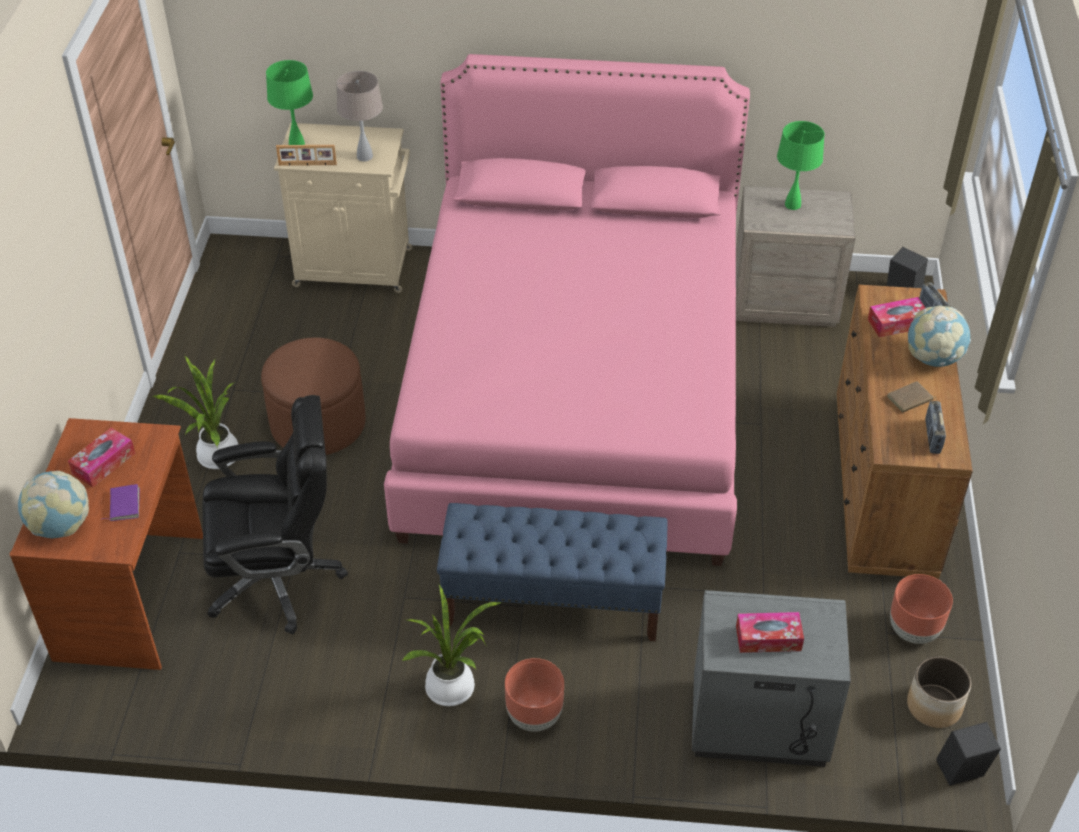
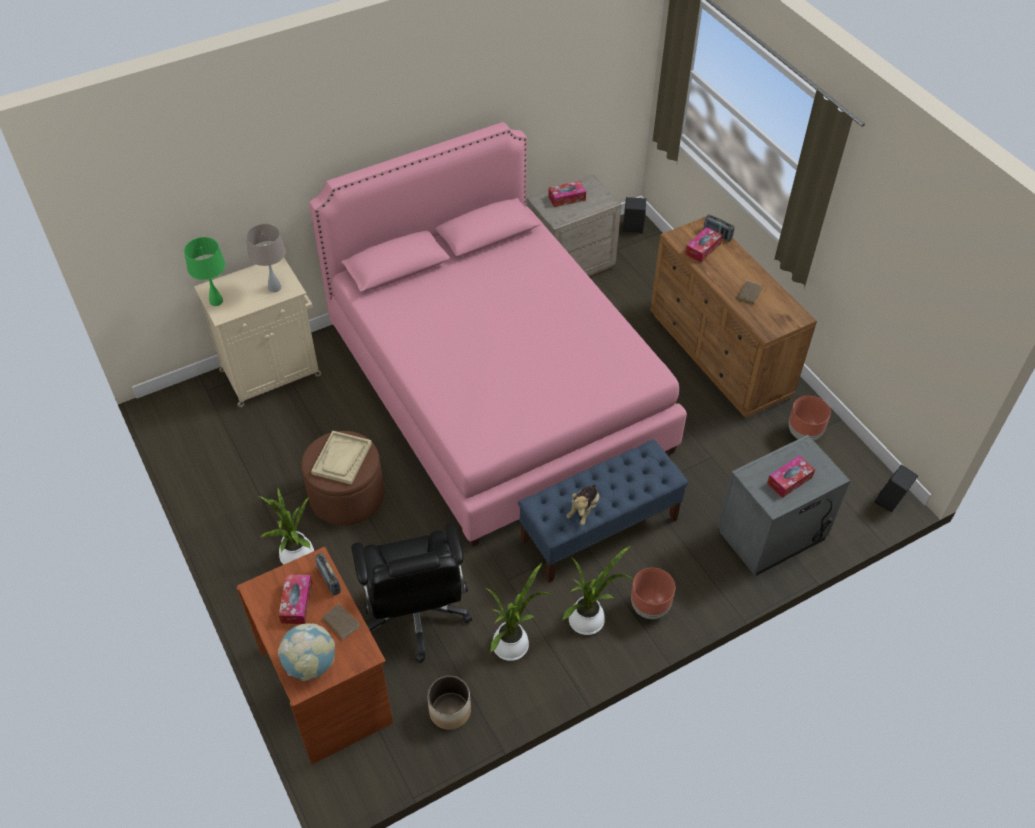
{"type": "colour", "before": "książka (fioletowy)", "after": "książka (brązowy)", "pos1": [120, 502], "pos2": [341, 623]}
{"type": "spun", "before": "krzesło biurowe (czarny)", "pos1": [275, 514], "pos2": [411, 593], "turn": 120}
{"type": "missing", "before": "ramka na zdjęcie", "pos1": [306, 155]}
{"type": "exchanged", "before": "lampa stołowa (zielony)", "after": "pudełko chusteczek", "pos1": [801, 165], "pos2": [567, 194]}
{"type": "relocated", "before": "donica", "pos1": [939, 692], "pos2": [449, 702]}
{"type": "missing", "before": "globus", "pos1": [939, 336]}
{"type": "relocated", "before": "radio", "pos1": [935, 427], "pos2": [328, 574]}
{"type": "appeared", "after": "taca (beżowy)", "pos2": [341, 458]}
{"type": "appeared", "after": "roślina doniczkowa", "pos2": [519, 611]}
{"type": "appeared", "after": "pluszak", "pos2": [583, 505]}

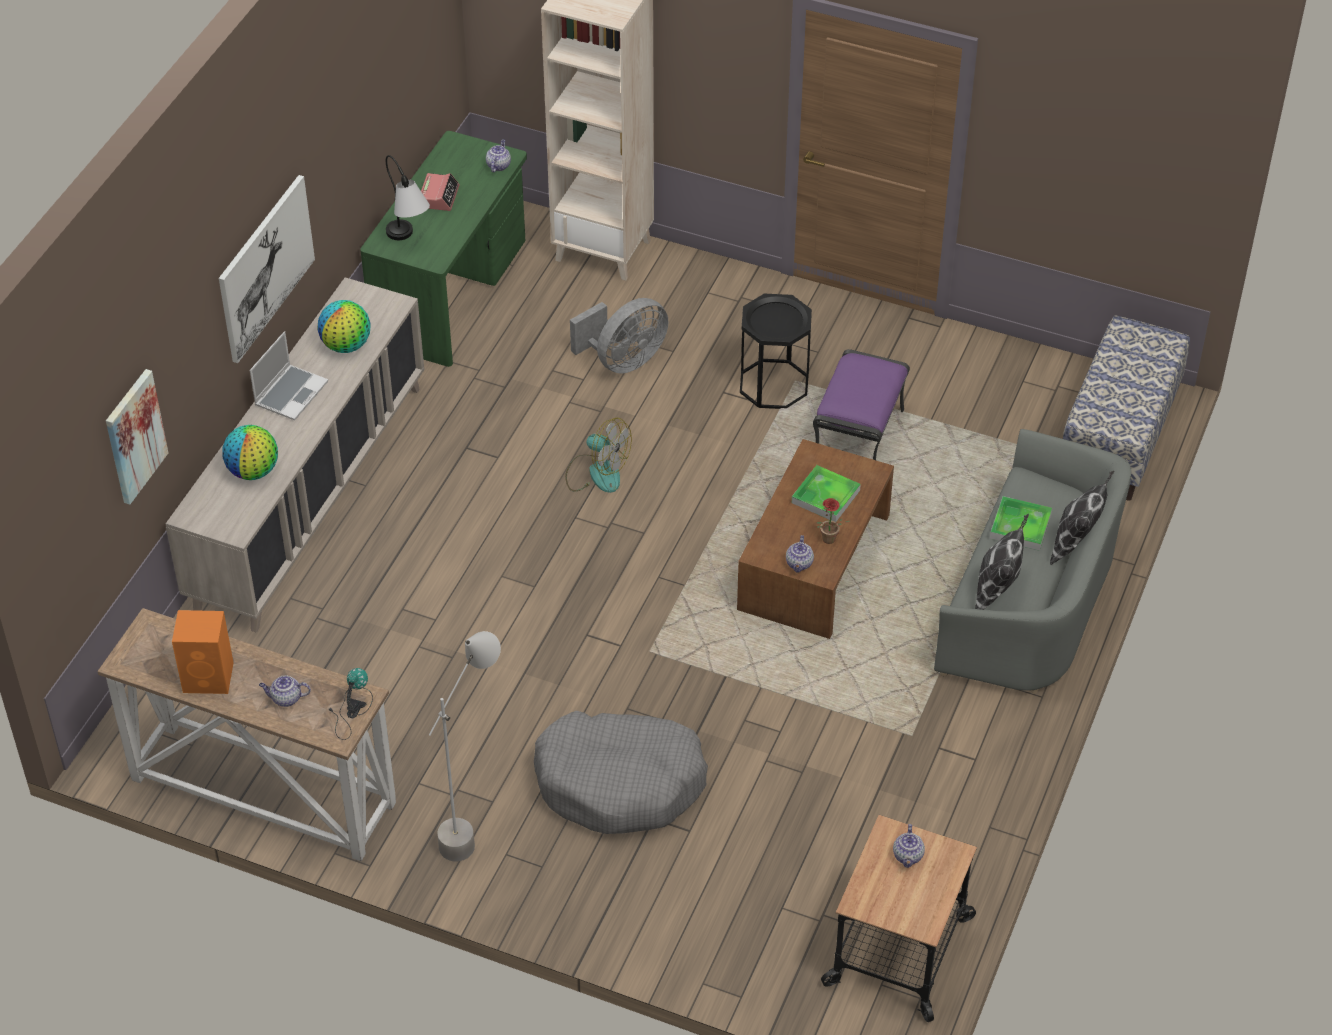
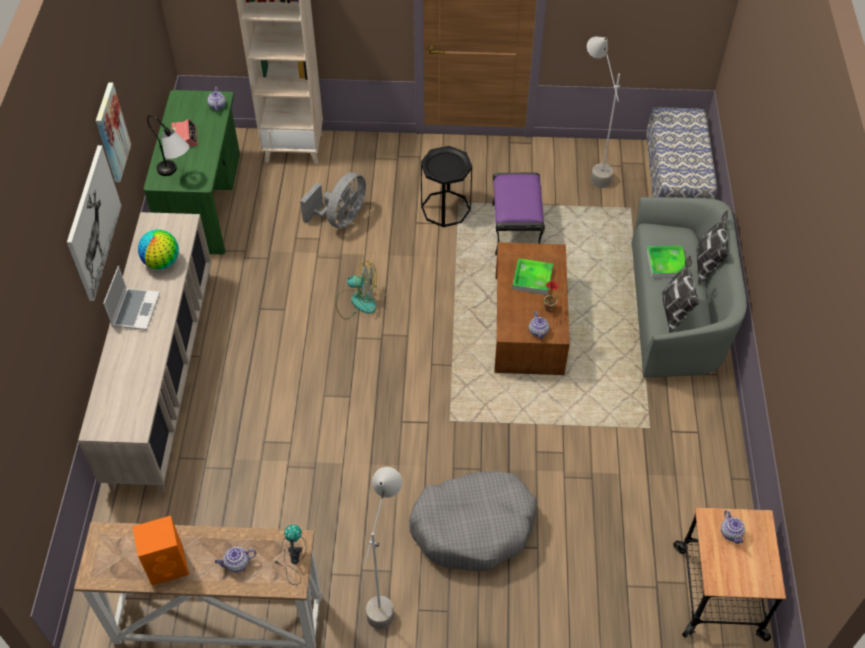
{"type": "relocated", "before": "obraz", "pos1": [137, 437], "pos2": [113, 132]}
{"type": "missing", "before": "globus", "pos1": [250, 452]}
{"type": "appeared", "after": "lampa stojąca (szary)", "pos2": [605, 112]}

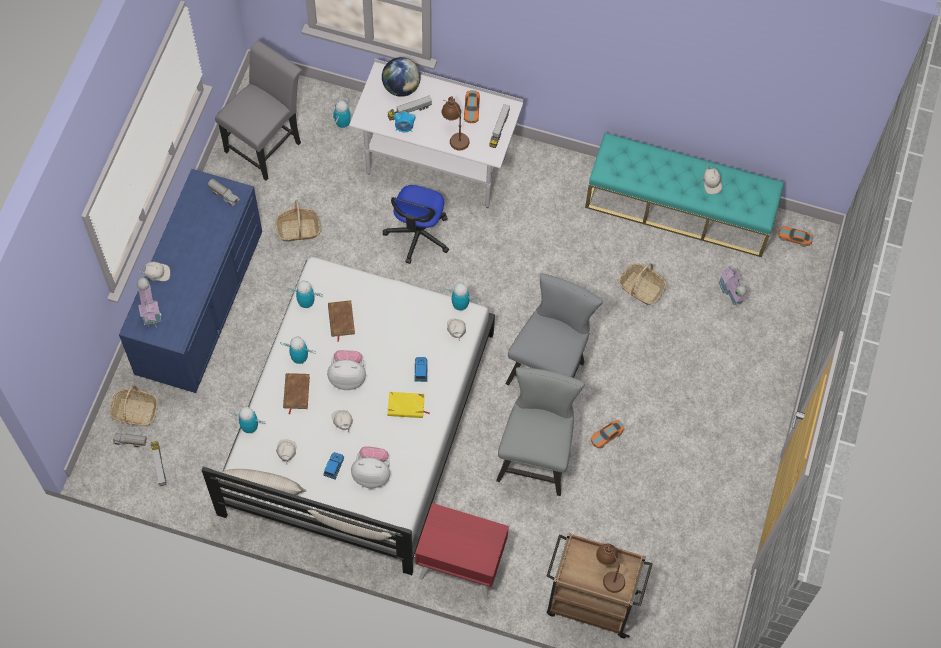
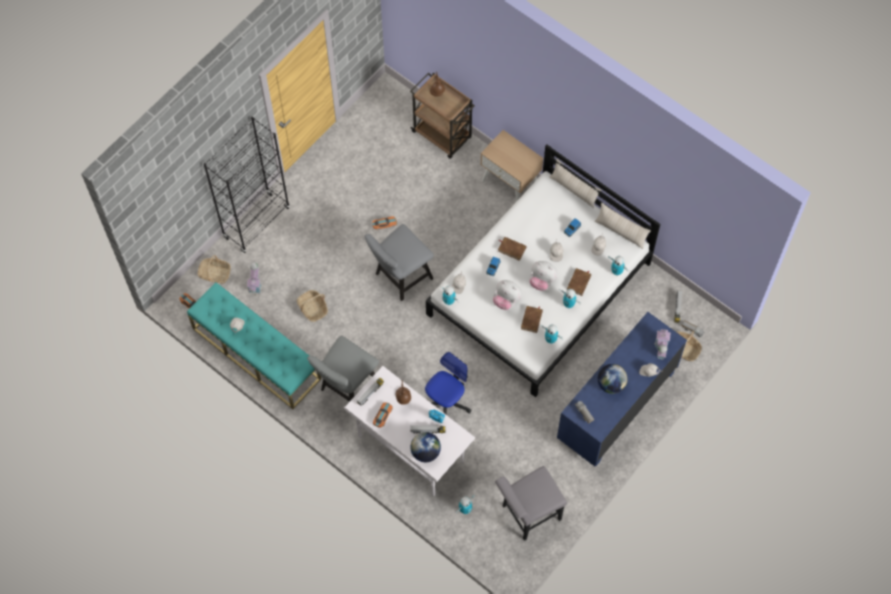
{"type": "relocated", "before": "koszyk", "pos1": [298, 221], "pos2": [214, 269]}
{"type": "relocated", "before": "pluszak", "pos1": [370, 467], "pos2": [507, 295]}
{"type": "colour", "before": "książka (żółty)", "after": "książka (brązowy)", "pos1": [408, 405], "pos2": [512, 249]}
{"type": "colour", "before": "szafka nocna (czerwony)", "after": "szafka nocna (beżowy)", "pos1": [462, 551], "pos2": [511, 166]}
{"type": "relocated", "before": "krzesło (szary)", "pos1": [540, 431], "pos2": [343, 368]}
{"type": "appeared", "after": "regał (czarny)", "pos2": [247, 185]}
{"type": "appeared", "after": "globus", "pos2": [613, 379]}

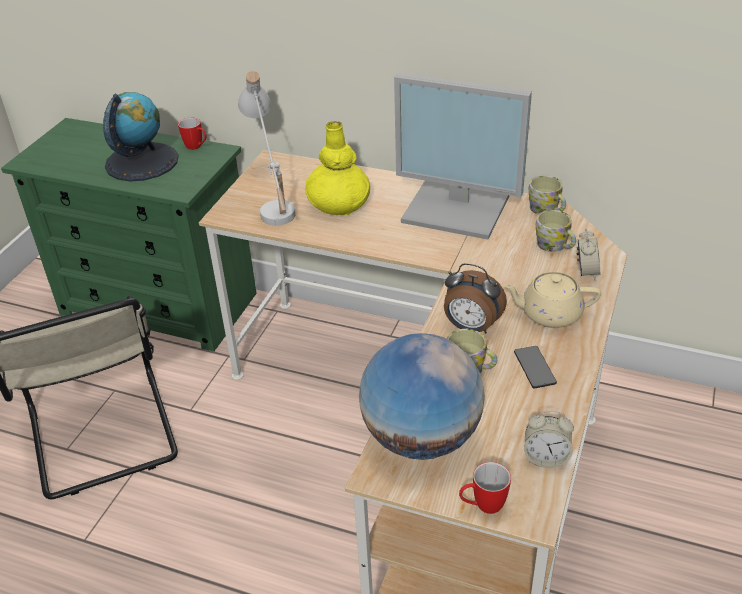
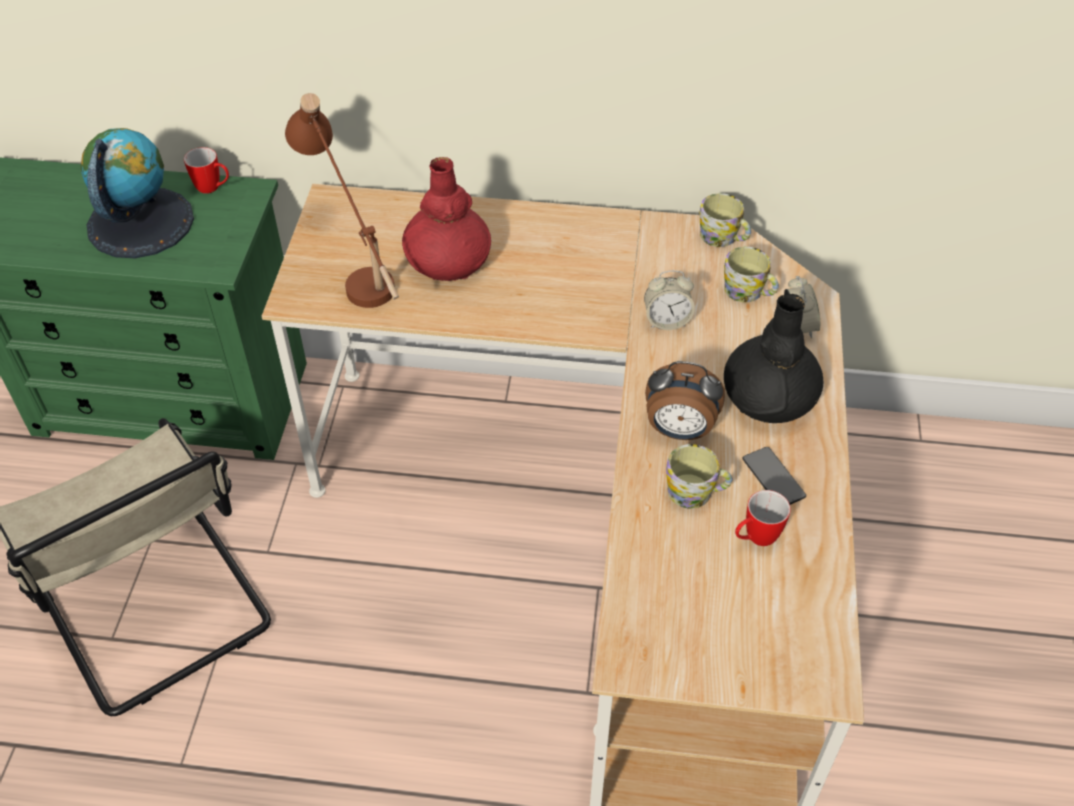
{"type": "colour", "before": "lampa stołowa (biały)", "after": "lampa stołowa (brązowy)", "pos1": [267, 148], "pos2": [342, 200]}
{"type": "colour", "before": "wazon (żółty)", "after": "wazon (czerwony)", "pos1": [337, 168], "pos2": [446, 219]}
{"type": "missing", "before": "globus", "pos1": [422, 396]}
{"type": "missing", "before": "monitor", "pos1": [463, 156]}
{"type": "relocated", "before": "kubek", "pos1": [485, 488], "pos2": [763, 518]}
{"type": "exchanged", "before": "imbryk (beżowy)", "after": "wazon (czarny)", "pos1": [551, 300], "pos2": [773, 358]}
{"type": "relocated", "before": "budzik", "pos1": [549, 439], "pos2": [669, 300]}

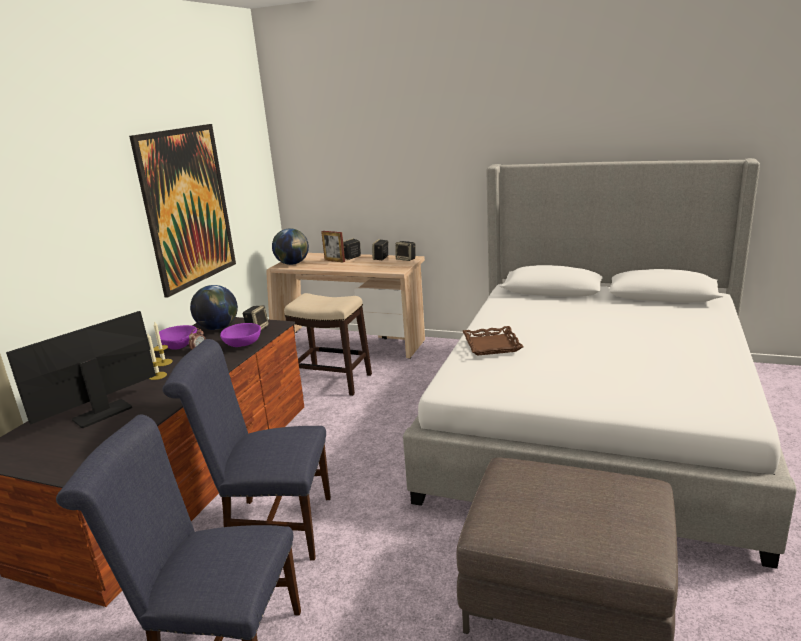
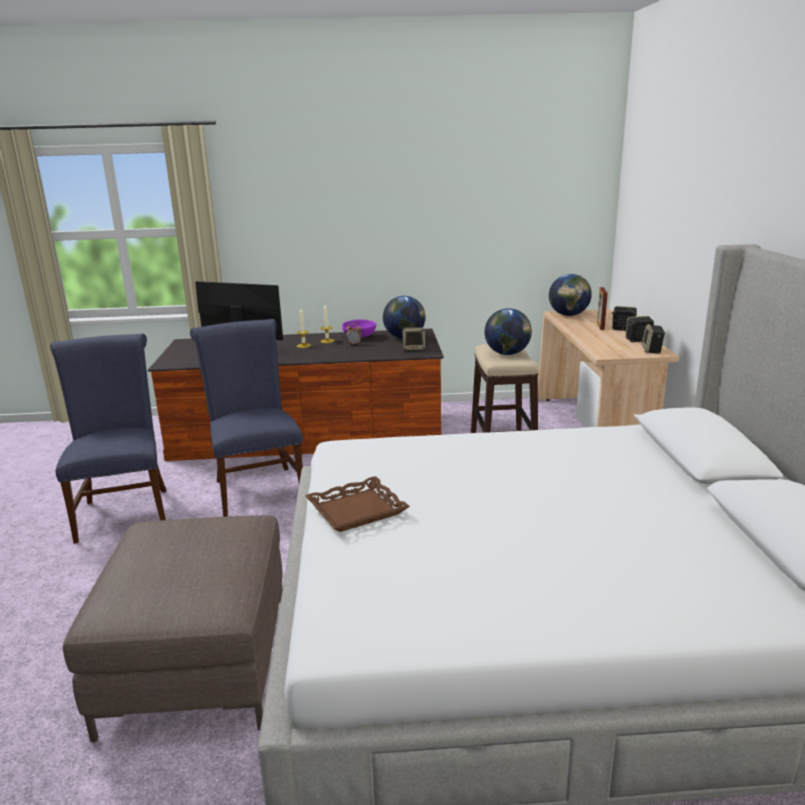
{"type": "missing", "before": "obraz", "pos1": [182, 211]}
{"type": "missing", "before": "miska (fioletowy)", "pos1": [240, 335]}
{"type": "relocated", "before": "taca (brązowy)", "pos1": [493, 341], "pos2": [357, 504]}
{"type": "appeared", "after": "globus", "pos2": [508, 331]}

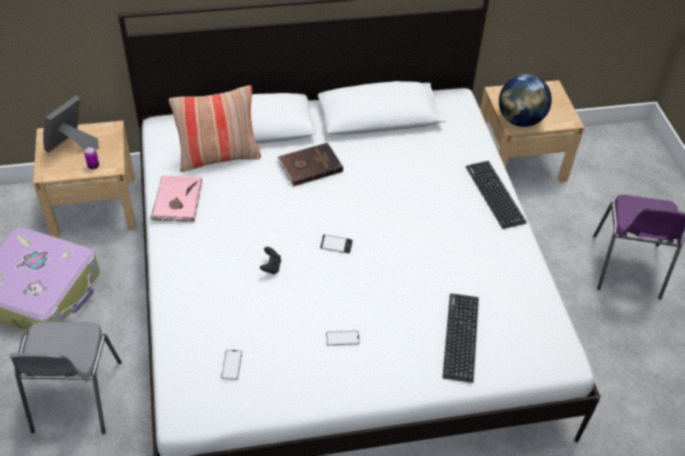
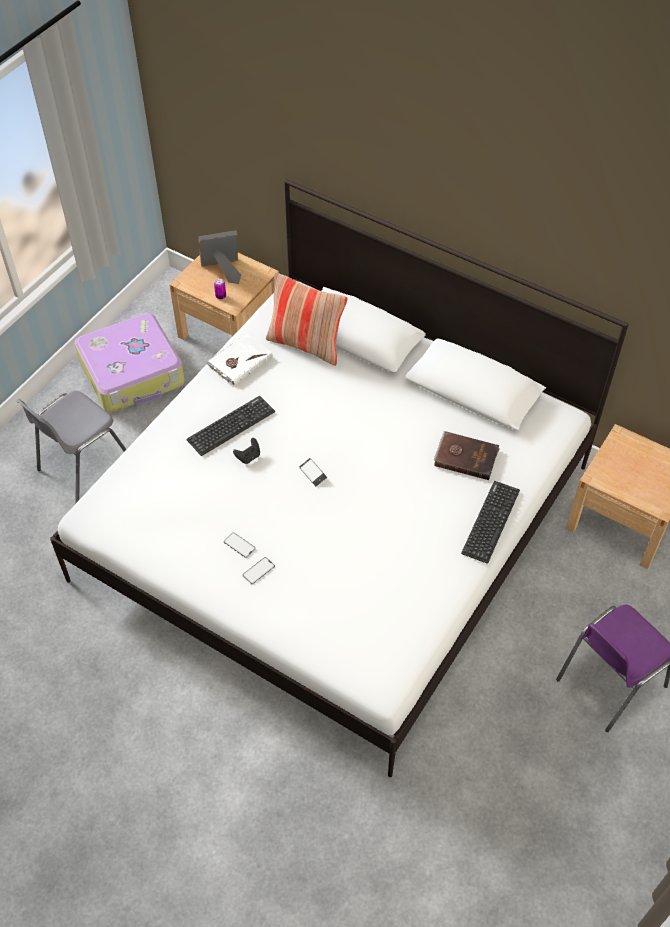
{"type": "colour", "before": "książka (różowy)", "after": "książka (biały)", "pos1": [176, 198], "pos2": [239, 359]}
{"type": "relocated", "before": "telefon", "pos1": [231, 364], "pos2": [259, 570]}
{"type": "relocated", "before": "książka (brązowy)", "pos1": [310, 164], "pos2": [467, 455]}
{"type": "relocated", "before": "klawiatura", "pos1": [460, 338], "pos2": [231, 426]}
{"type": "missing", "before": "globus", "pos1": [525, 100]}

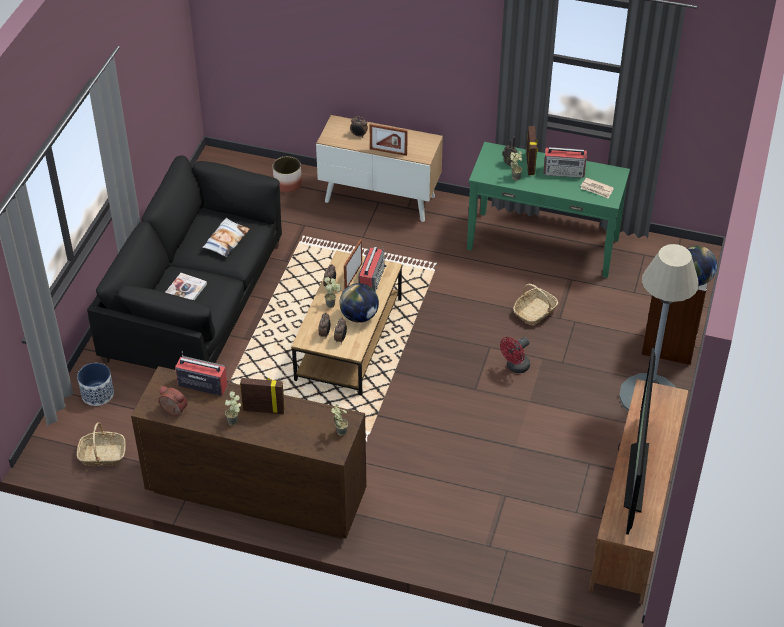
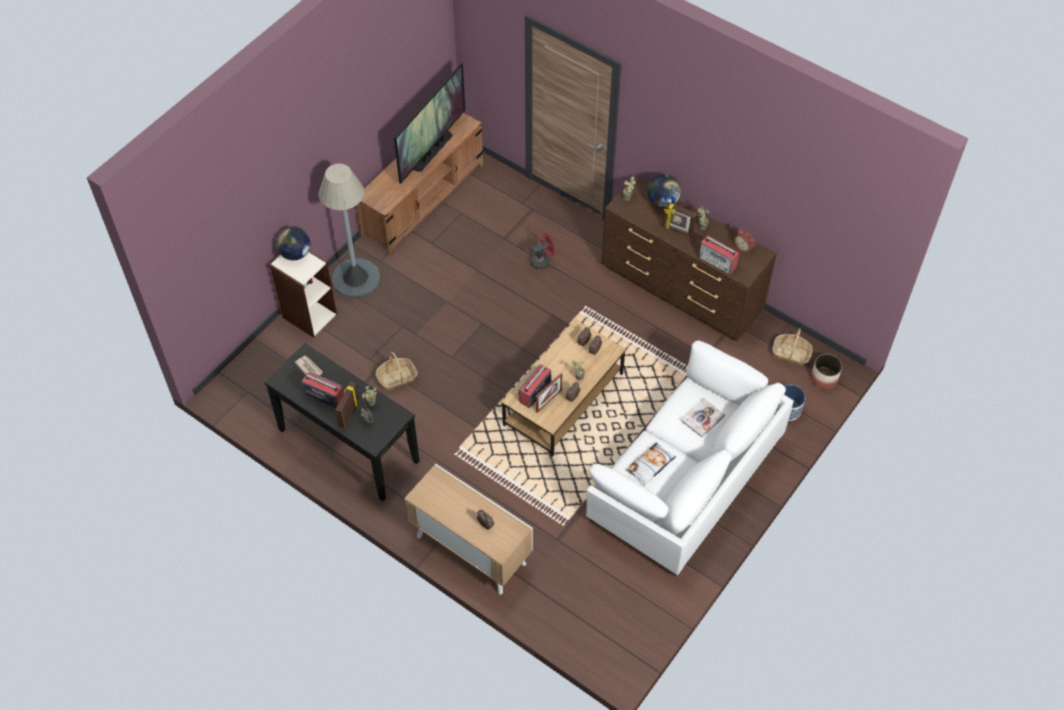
{"type": "colour", "before": "kanapa (czarny)", "after": "kanapa (biały)", "pos1": [184, 262], "pos2": [690, 458]}
{"type": "relocated", "before": "donica", "pos1": [287, 174], "pos2": [826, 371]}
{"type": "relocated", "before": "globus", "pos1": [359, 303], "pos2": [664, 191]}
{"type": "missing", "before": "ramka na zdjęcie", "pos1": [389, 140]}
{"type": "colour", "before": "stolik konsolowy (zielony)", "after": "stolik konsolowy (czarny)", "pos1": [548, 210], "pos2": [342, 422]}
{"type": "relocated", "before": "wentylator (czerwony)", "pos1": [515, 355], "pos2": [543, 251]}

